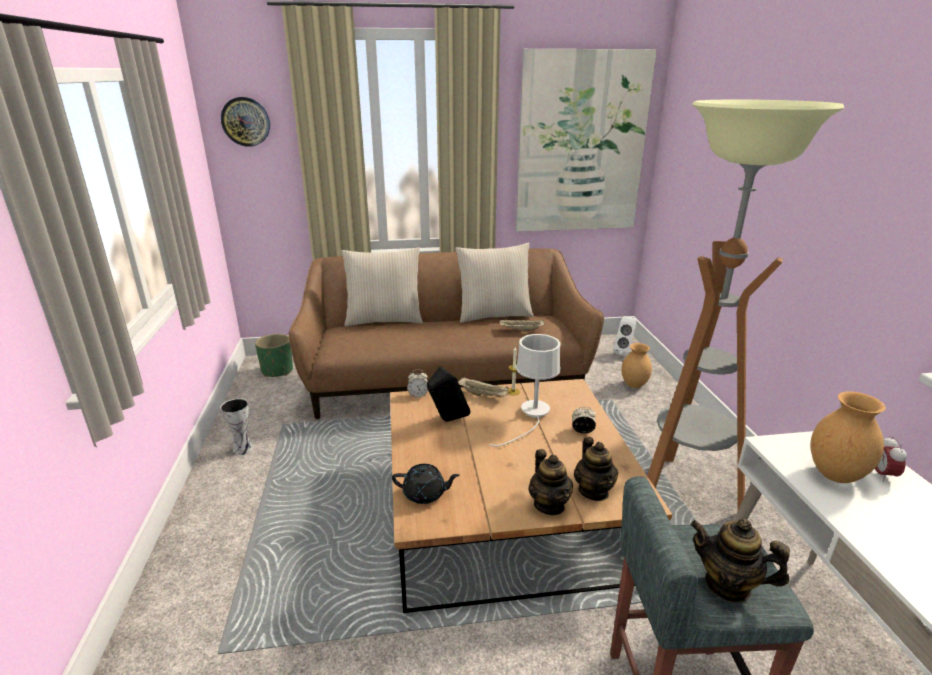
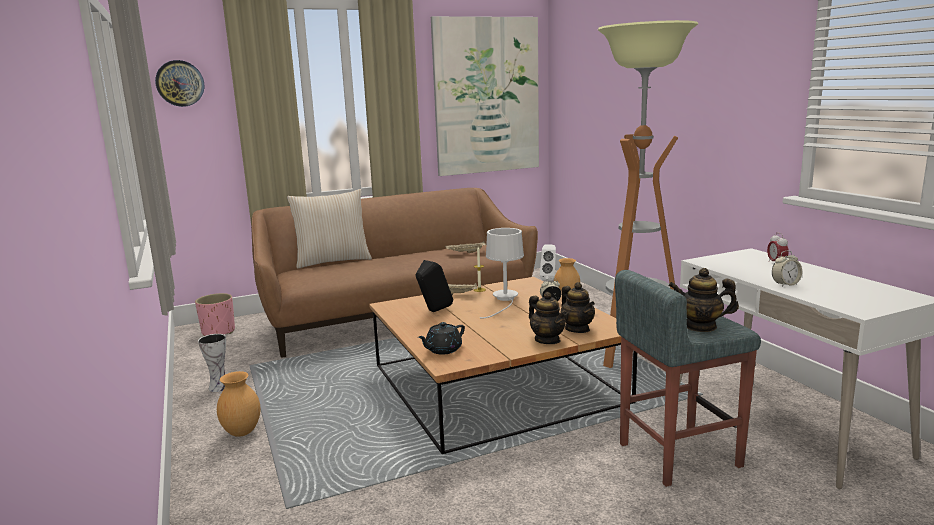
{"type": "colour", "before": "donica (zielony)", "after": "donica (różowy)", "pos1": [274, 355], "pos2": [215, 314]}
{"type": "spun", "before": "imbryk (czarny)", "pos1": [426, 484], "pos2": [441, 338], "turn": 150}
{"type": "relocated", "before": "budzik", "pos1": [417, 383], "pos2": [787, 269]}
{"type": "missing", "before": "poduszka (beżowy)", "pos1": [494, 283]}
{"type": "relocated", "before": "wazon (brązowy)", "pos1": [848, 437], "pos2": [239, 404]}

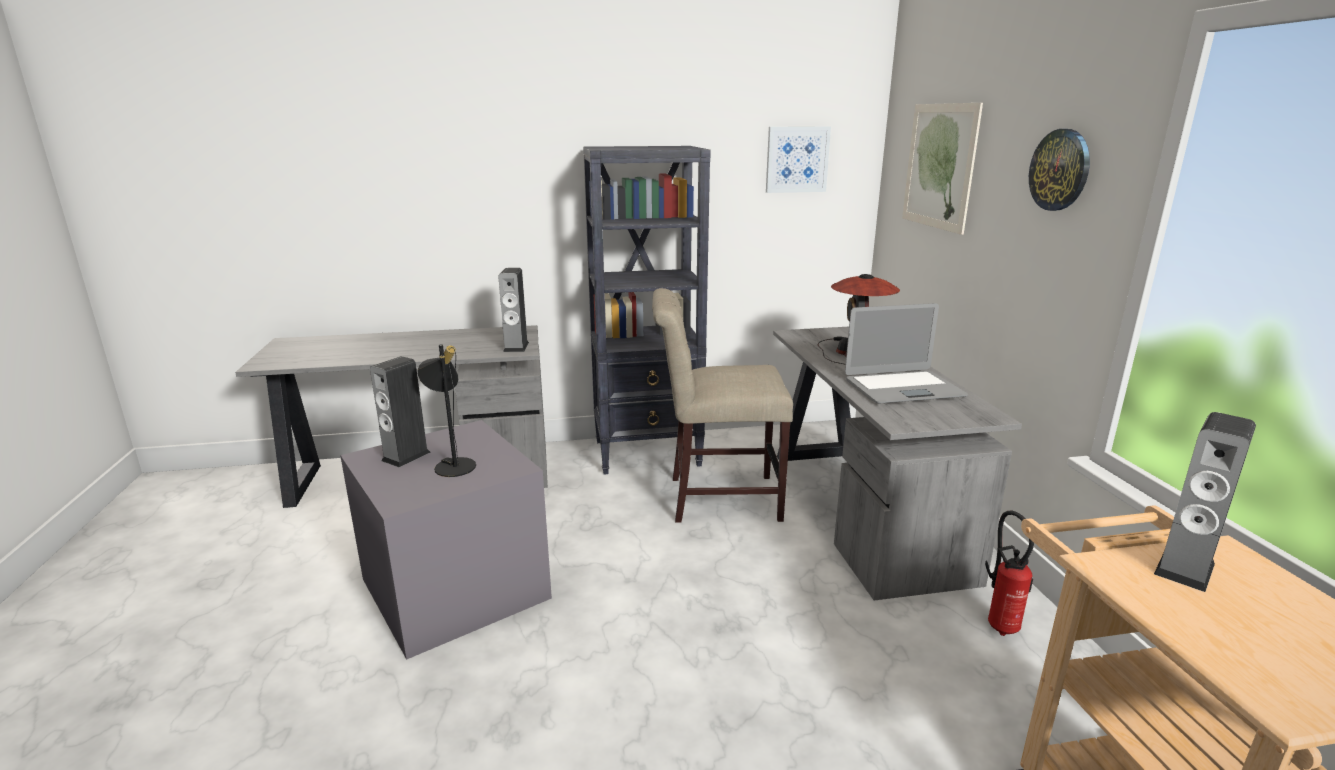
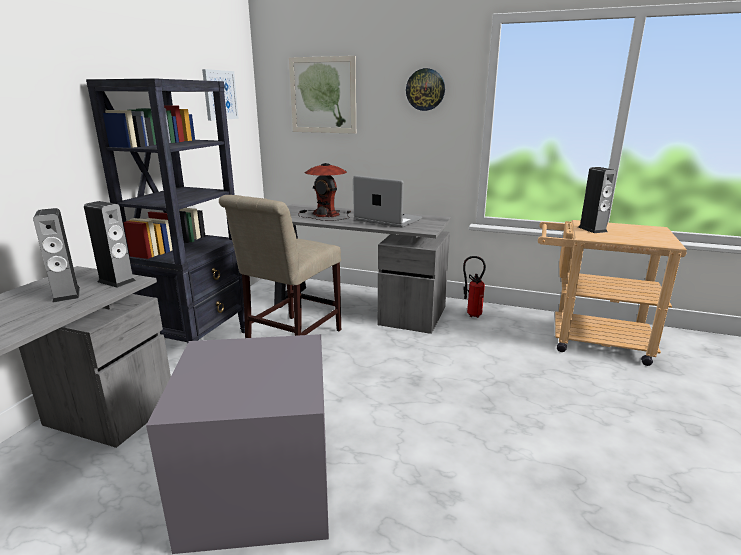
{"type": "relocated", "before": "głośnik", "pos1": [400, 411], "pos2": [56, 255]}
{"type": "missing", "before": "lampa stołowa (czarny)", "pos1": [446, 410]}
{"type": "spun", "before": "laptop", "pos1": [906, 353], "pos2": [387, 201], "turn": -75}

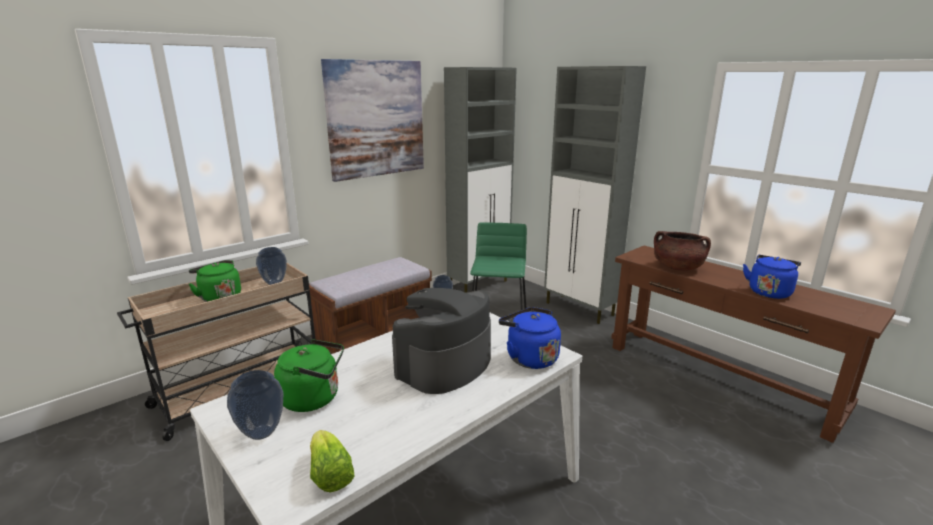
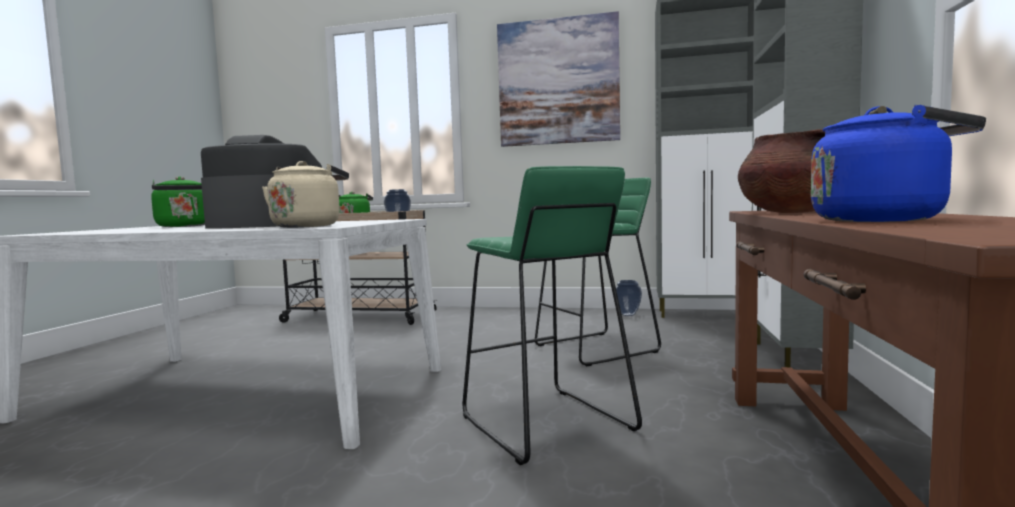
{"type": "missing", "before": "wazon", "pos1": [255, 405]}
{"type": "missing", "before": "ławka (brązowy)", "pos1": [369, 305]}
{"type": "missing", "before": "sałata", "pos1": [332, 461]}
{"type": "colour", "before": "czajnik (niebieski)", "after": "czajnik (beżowy)", "pos1": [530, 338], "pos2": [305, 194]}
{"type": "appeared", "after": "stołek (zielony)", "pos2": [552, 315]}

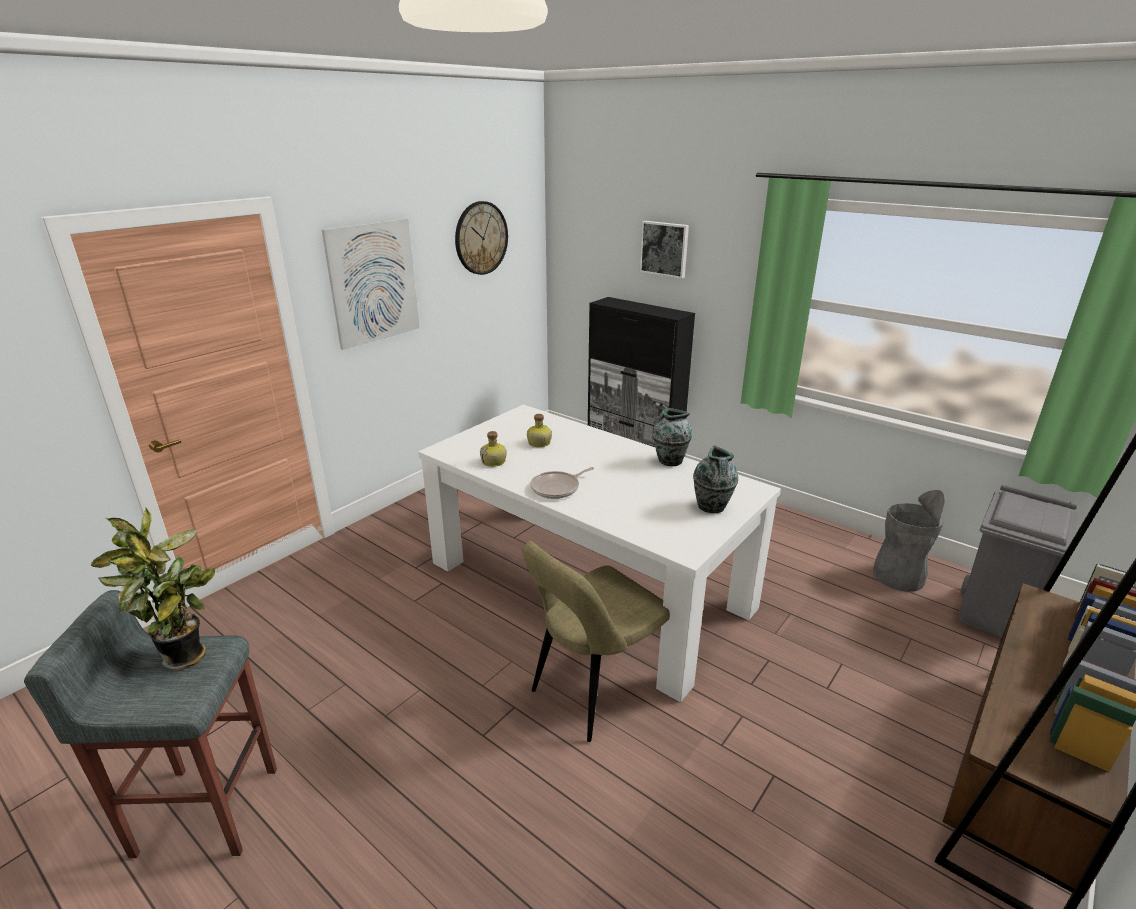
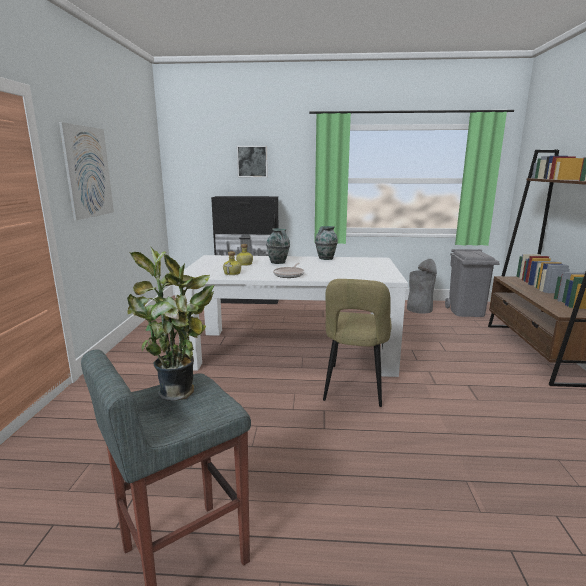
{"type": "missing", "before": "zegar ścienny", "pos1": [481, 238]}
{"type": "relocated", "before": "wazon", "pos1": [715, 479], "pos2": [278, 246]}

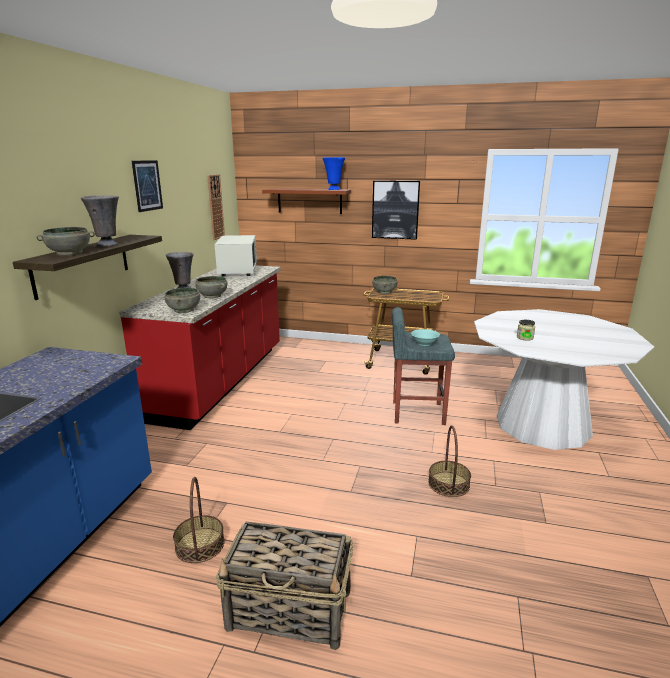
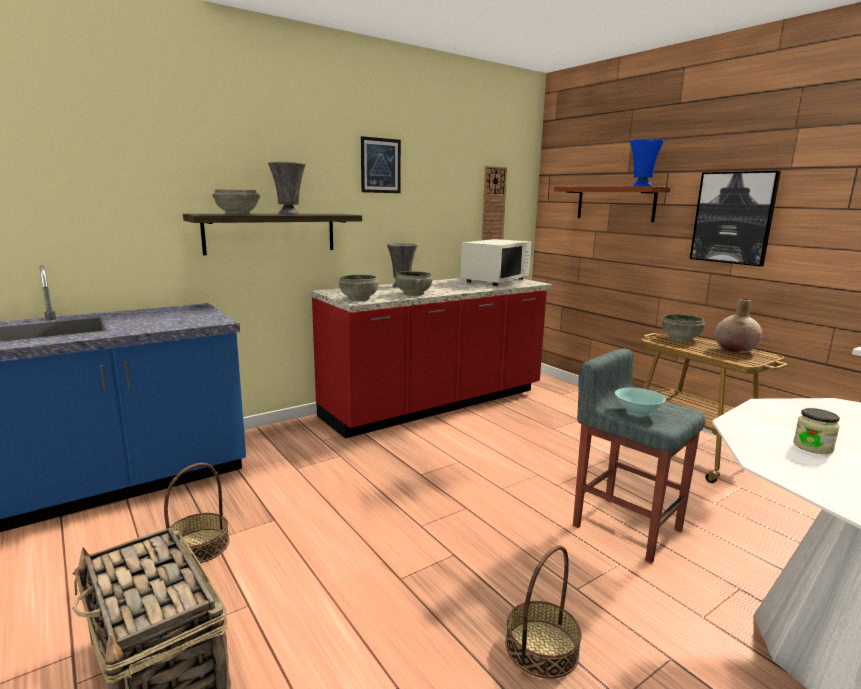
{"type": "appeared", "after": "wazon (beżowy)", "pos2": [738, 326]}

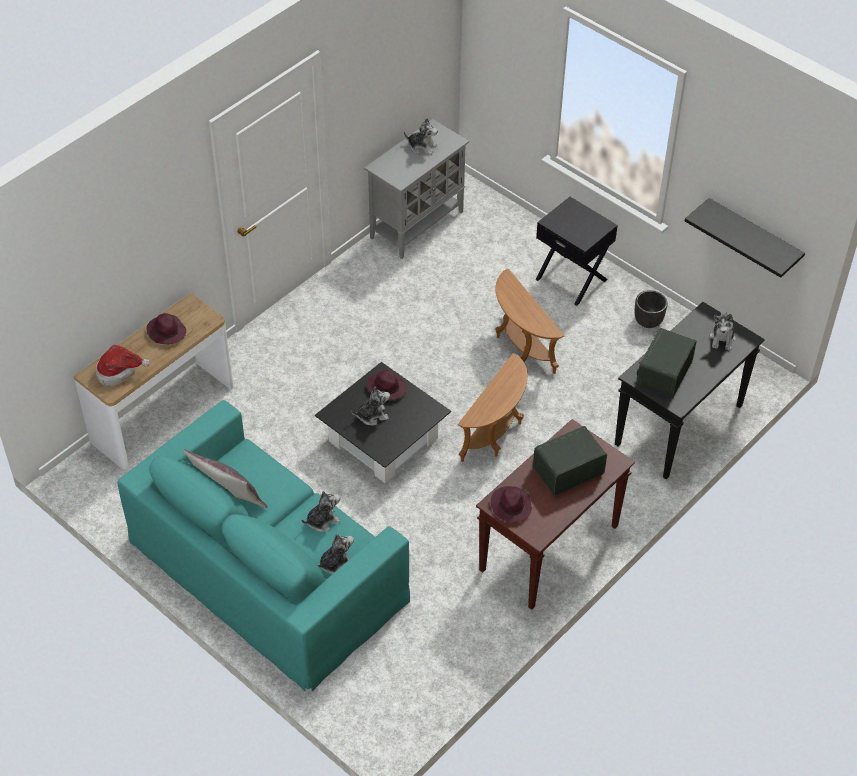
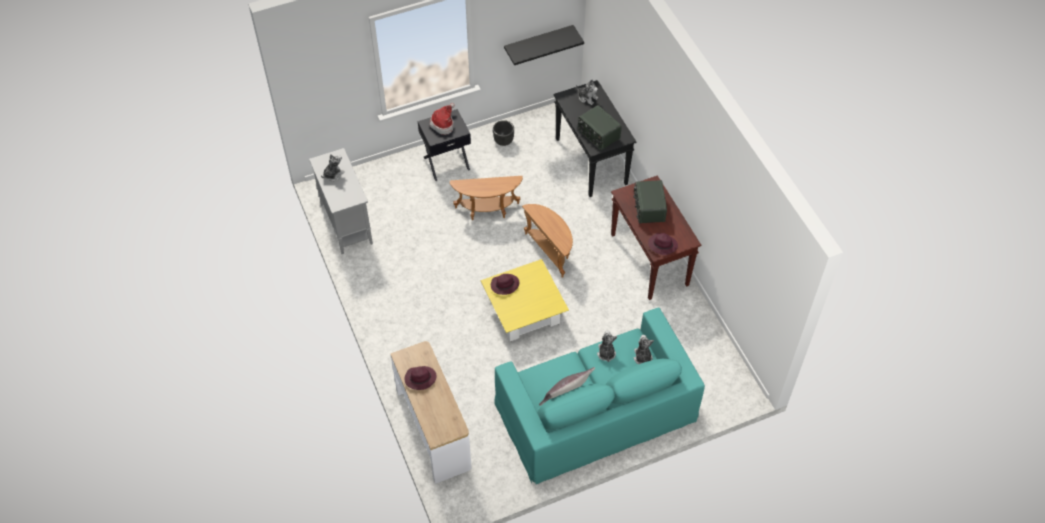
{"type": "relocated", "before": "kapelusz", "pos1": [123, 365], "pos2": [442, 119]}
{"type": "colour", "before": "ława (czarny)", "after": "ława (żółty)", "pos1": [383, 422], "pos2": [525, 300]}
{"type": "missing", "before": "pluszak", "pos1": [370, 406]}

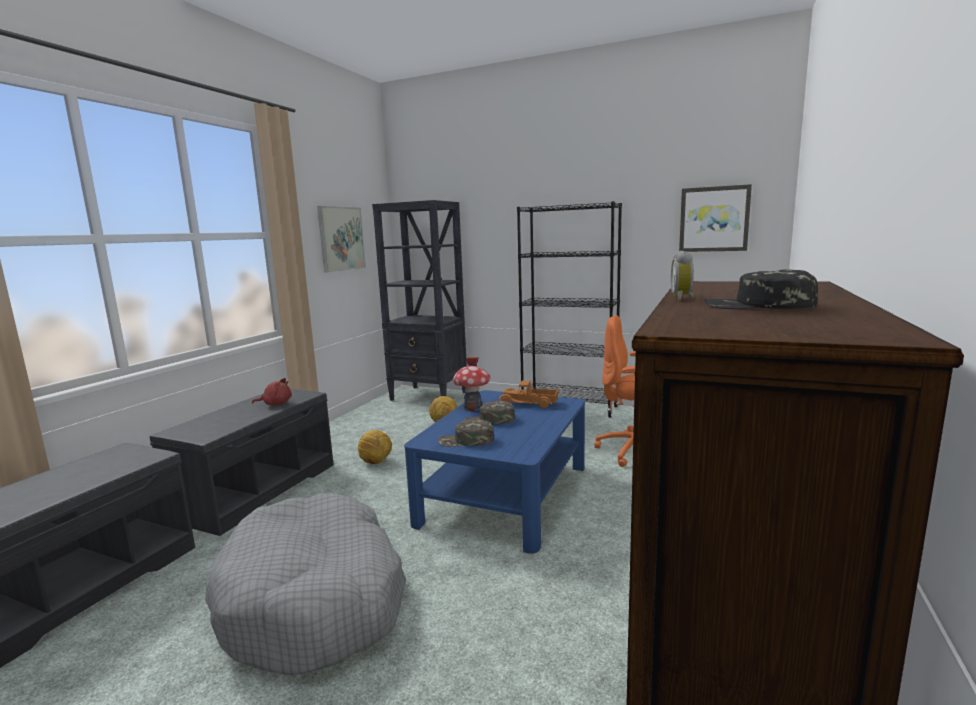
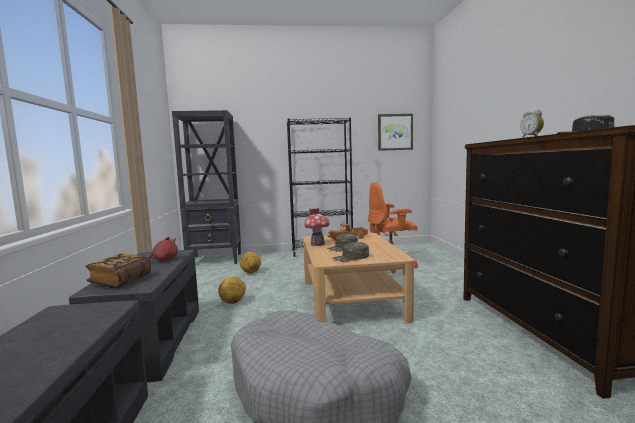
{"type": "missing", "before": "obraz", "pos1": [341, 239]}
{"type": "colour", "before": "ława (niebieski)", "after": "ława (beżowy)", "pos1": [494, 472], "pos2": [358, 278]}
{"type": "appeared", "after": "książka", "pos2": [118, 270]}

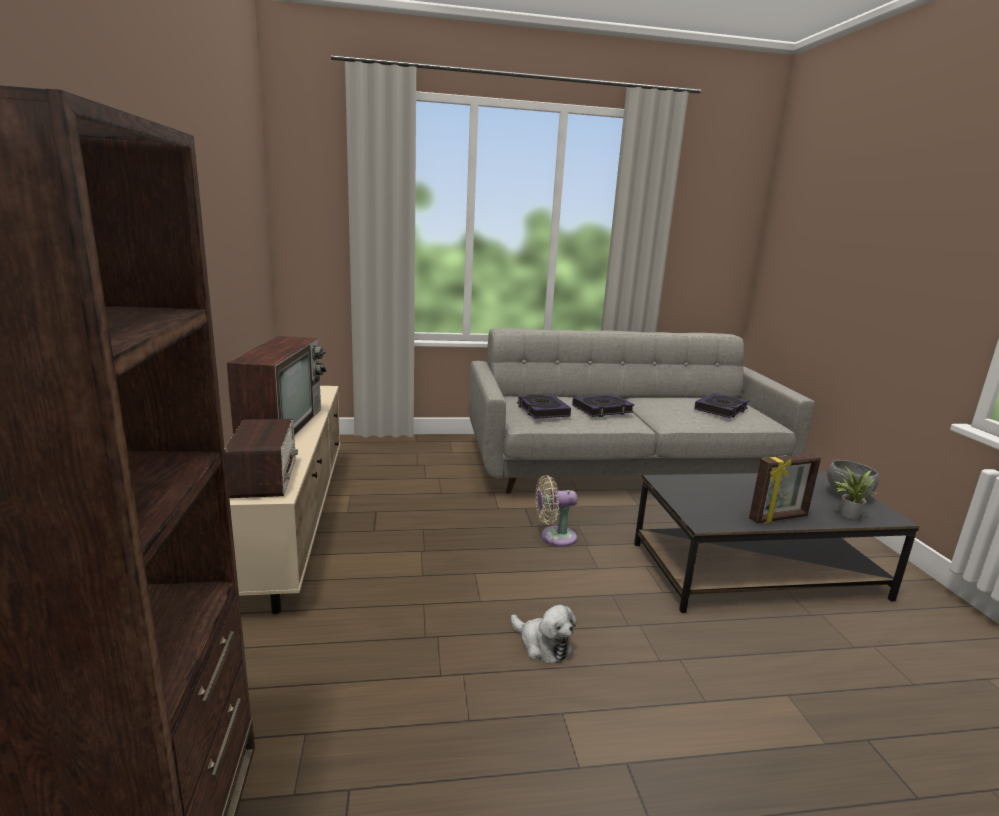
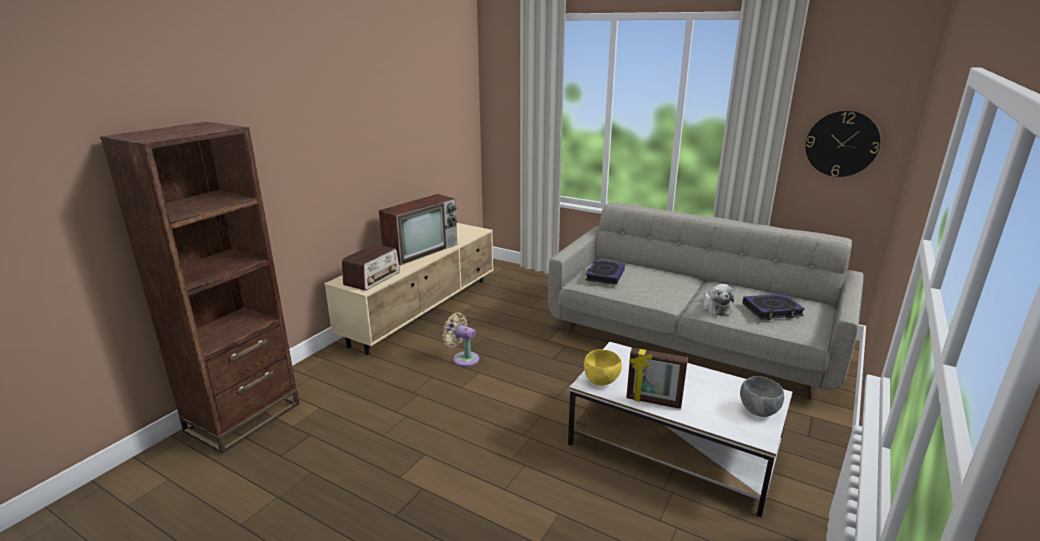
{"type": "relocated", "before": "pluszak", "pos1": [544, 634], "pos2": [718, 300]}
{"type": "relocated", "before": "wentylator (beżowy)", "pos1": [556, 511], "pos2": [461, 340]}
{"type": "missing", "before": "książka", "pos1": [603, 405]}
{"type": "colour", "before": "ława (czarny)", "after": "ława (biały)", "pos1": [777, 542], "pos2": [680, 429]}
{"type": "missing", "before": "roślina doniczkowa", "pos1": [855, 493]}
{"type": "appeared", "after": "miska (żółty)", "pos2": [603, 367]}
{"type": "appeared", "after": "zegar ścienny", "pos2": [843, 144]}

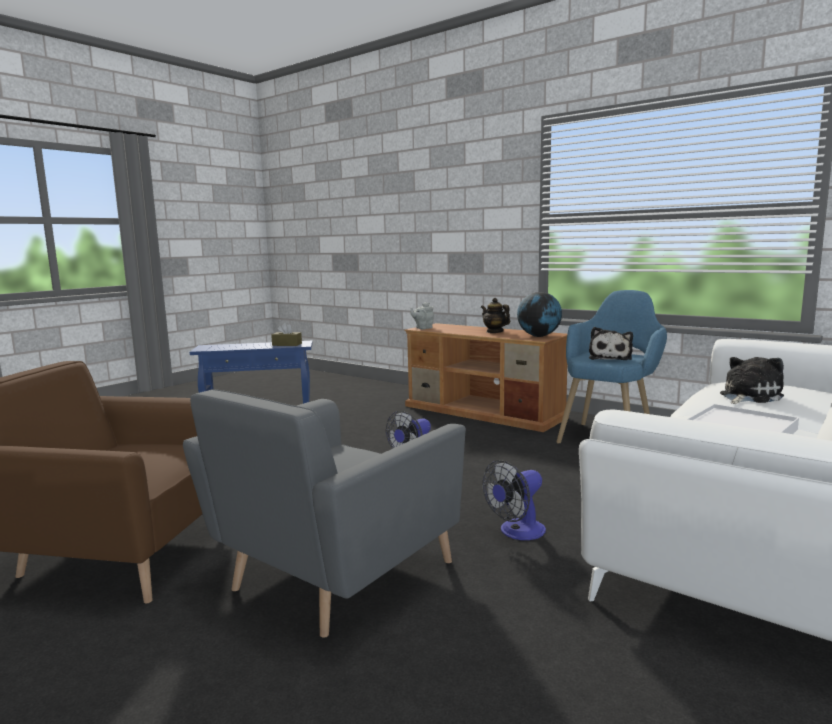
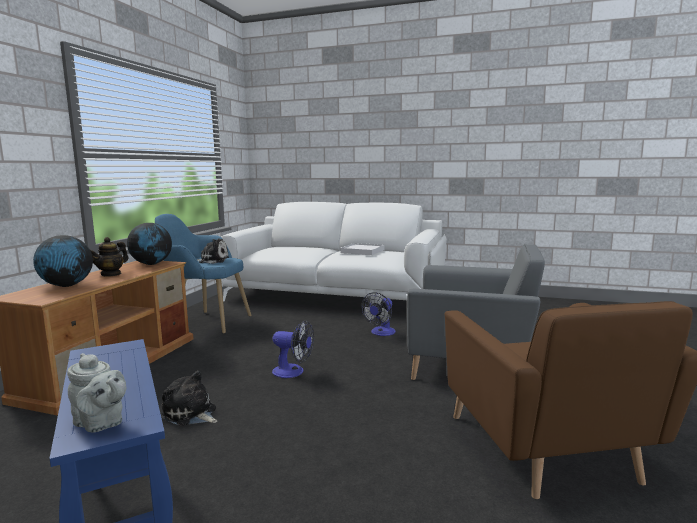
{"type": "missing", "before": "pudełko chusteczek (brązowy)", "pos1": [286, 334]}
{"type": "relocated", "before": "imbryk (szary)", "pos1": [422, 315], "pos2": [96, 392]}
{"type": "spun", "before": "wentylator", "pos1": [514, 500], "pos2": [378, 314], "turn": 90}
{"type": "relocated", "before": "pluszak", "pos1": [752, 380], "pos2": [189, 398]}
{"type": "appeared", "after": "globus", "pos2": [63, 261]}

